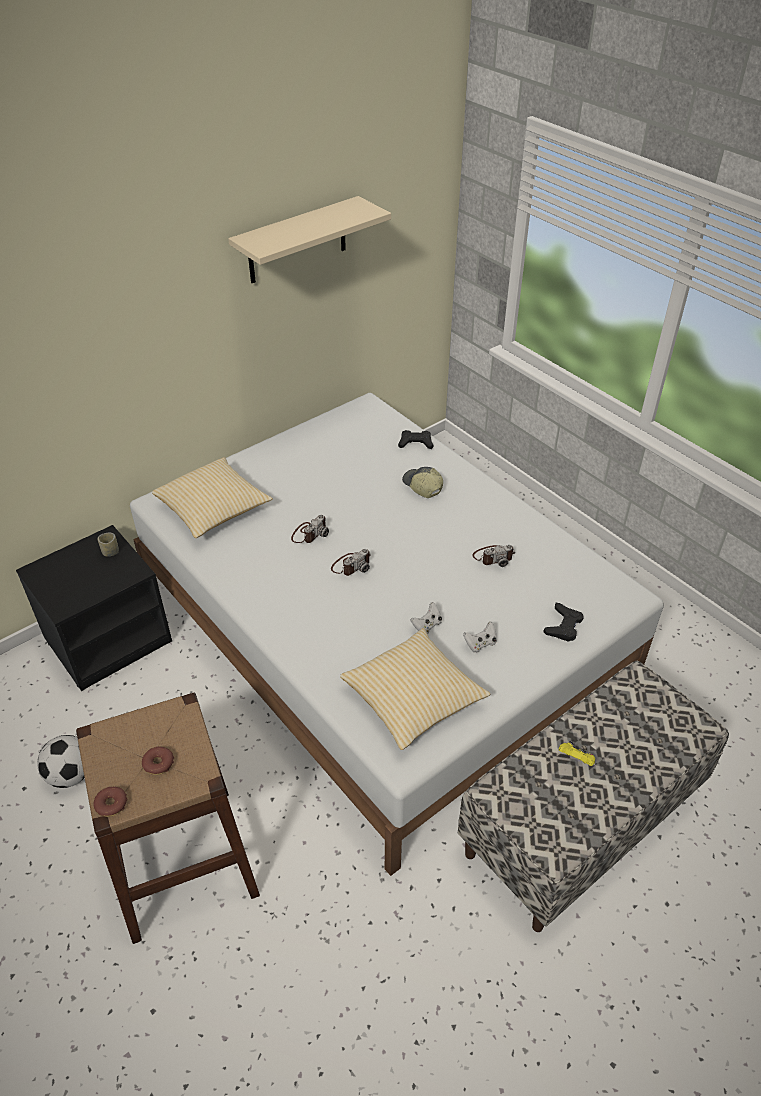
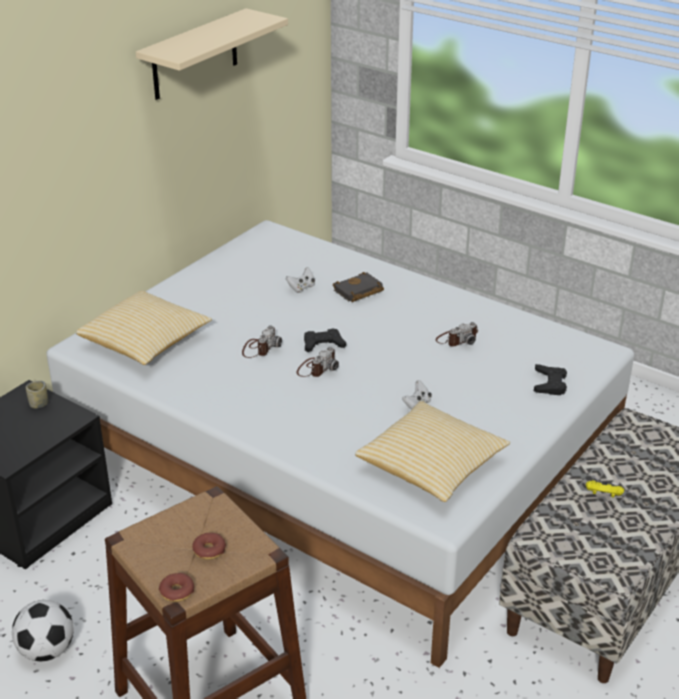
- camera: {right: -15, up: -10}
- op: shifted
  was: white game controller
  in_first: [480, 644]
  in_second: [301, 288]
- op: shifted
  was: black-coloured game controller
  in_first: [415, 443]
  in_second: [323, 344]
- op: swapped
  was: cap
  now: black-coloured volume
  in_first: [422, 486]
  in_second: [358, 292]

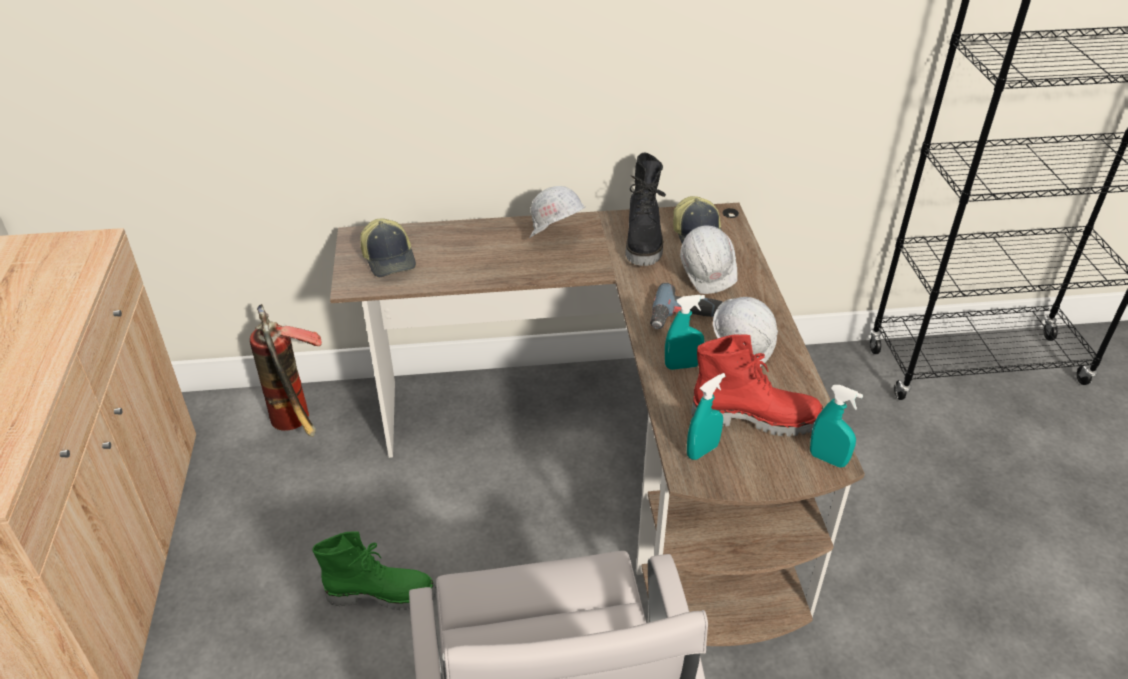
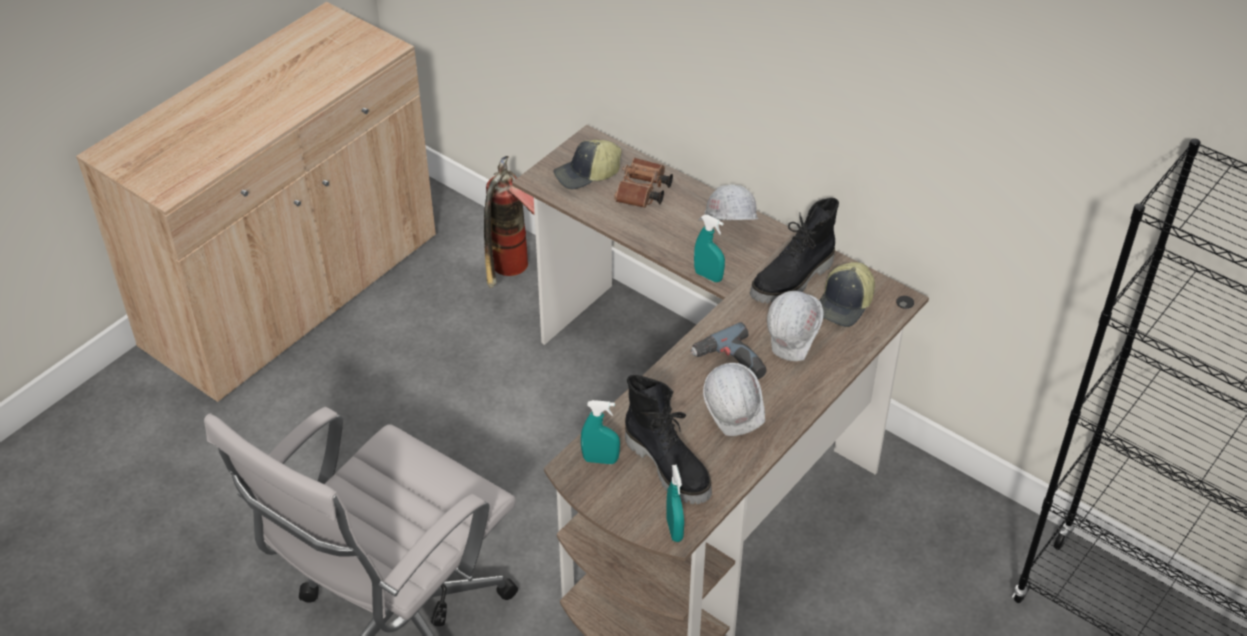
- camera: {right: 45, up: 5}
- op: rotated
  was: cap
  in_first: [390, 259]
  in_second: [587, 174]
  clockwise: 45
- op: new
  now: brown-coloured pair of binoculars
  in_second: [642, 194]
- op: repainted
  was: red high-top boot
  now: black-coloured high-top boot
  in_first: [755, 418]
  in_second: [669, 466]
- op: shifted
  was: turquoise sprayer
  in_first: [682, 366]
  in_second: [708, 276]
- op: gone
  was: green-coloured high-top boot
  in_first: [381, 593]

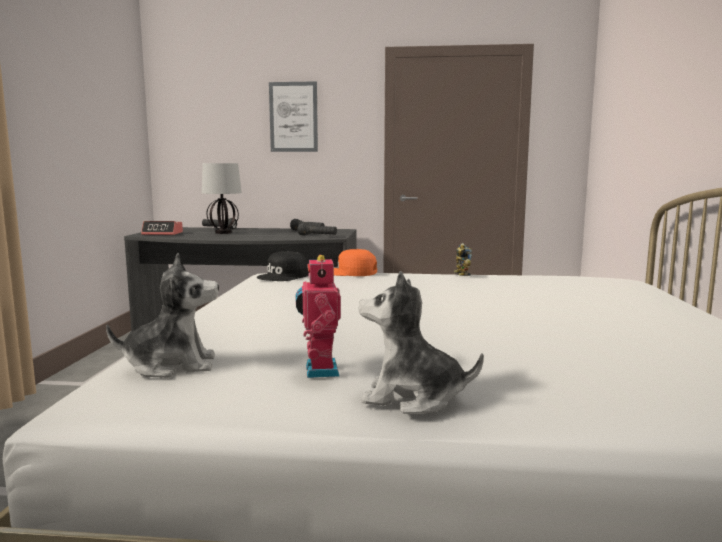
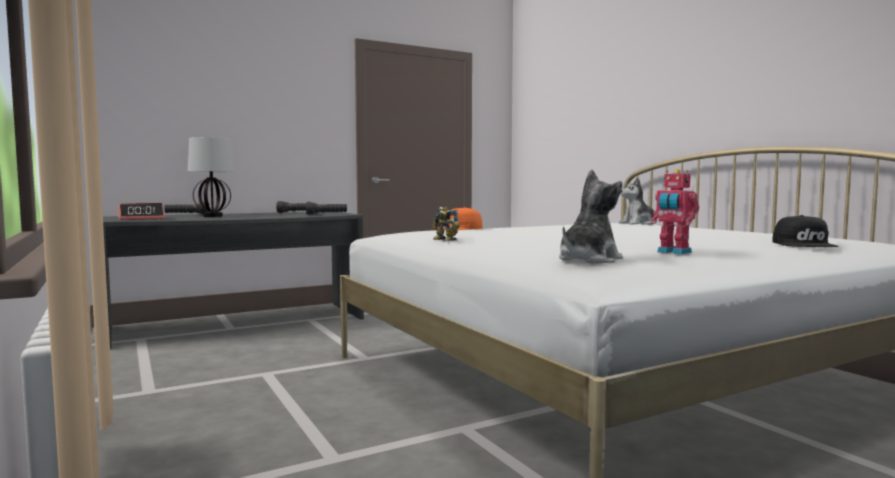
- camera: {right: -35, up: -5}
- op: shifted
  was: model robot
  in_first: [460, 274]
  in_second: [444, 240]
- op: shifted
  was: plush toy
  in_first: [412, 398]
  in_second: [638, 223]
- op: shifted
  was: black-coloured cap
  in_first: [284, 276]
  in_second: [805, 244]
- op: gone
  was: picture
  in_first: [293, 117]

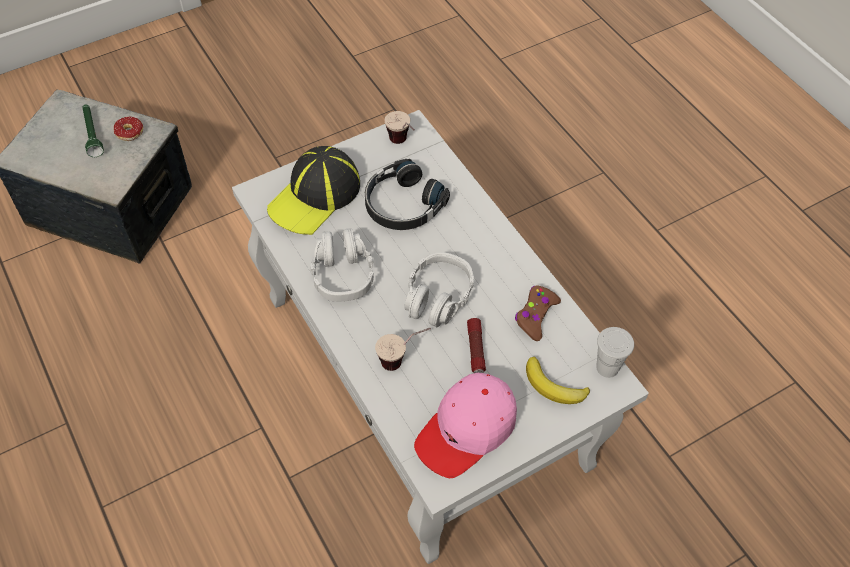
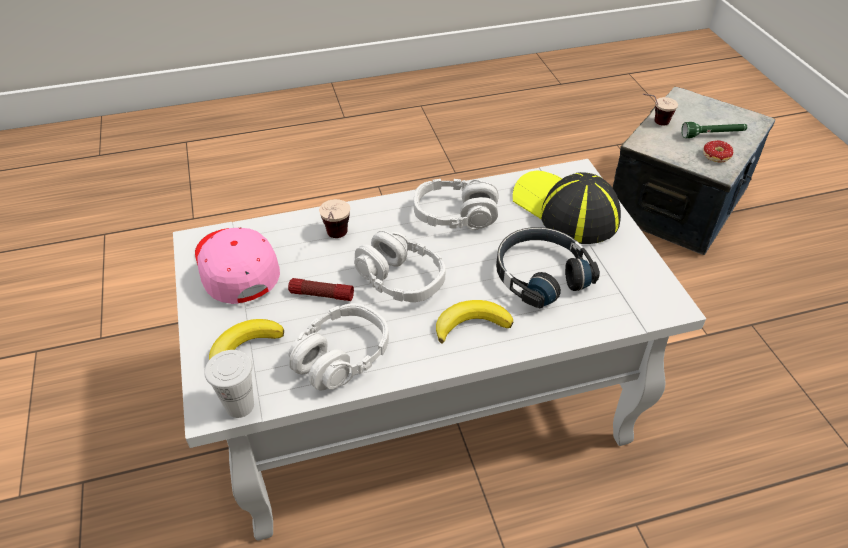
- camera: {right: 105, up: -10}
- op: swapped
  was: brown-coloured game controller
  now: gray headphones
  in_first: [535, 316]
  in_second: [341, 357]
- op: new
  now: banana
  in_second: [471, 324]
- op: shifted
  was: cup
  in_first: [402, 144]
  in_second: [653, 123]

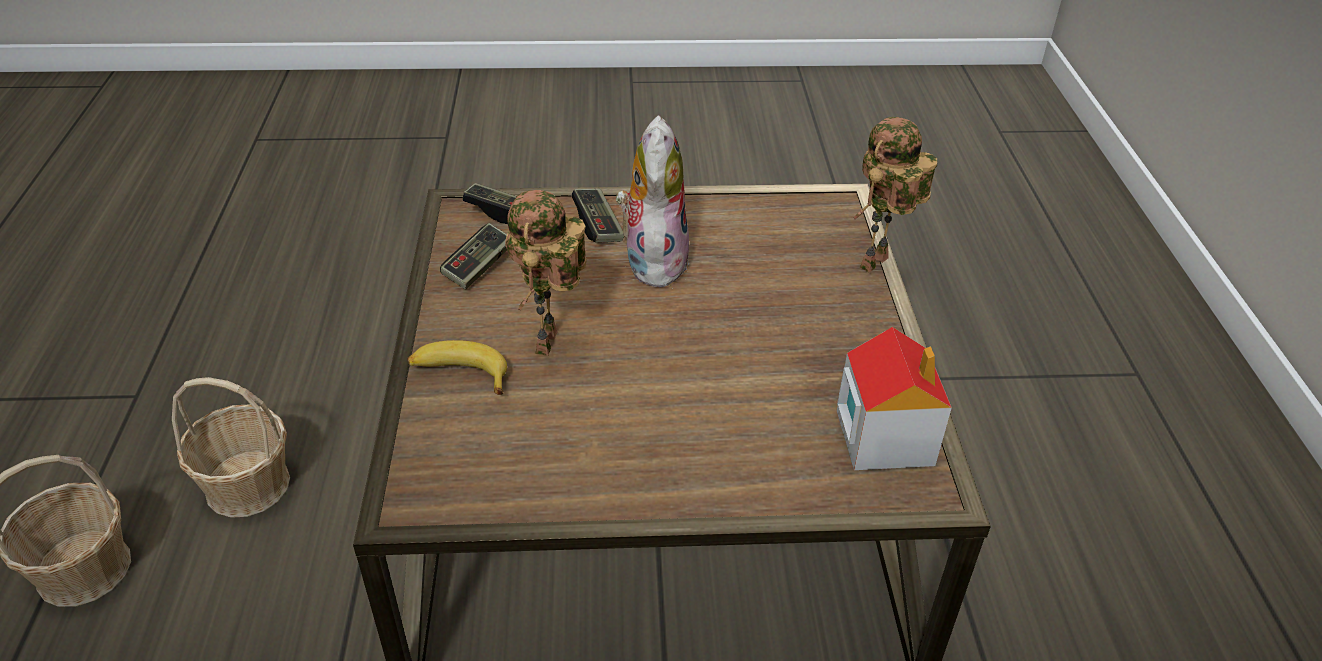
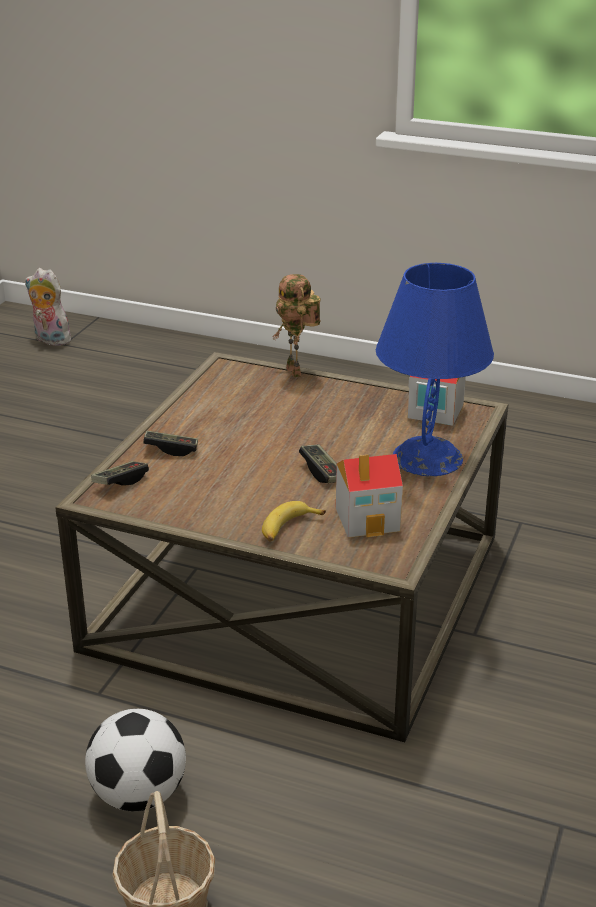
- camera: {right: -65, up: -10}
- op: shifted
  was: plush toy
  in_first: [652, 260]
  in_second: [50, 340]
- op: swapped
  was: household basket
  now: football ball
  in_first: [247, 485]
  in_second: [139, 795]
- op: shifted
  was: game controller
  in_first: [478, 266]
  in_second: [322, 472]
- op: new
  now: toy house
  in_second: [368, 519]
- op: new
  now: blue lamp for a table
  in_second: [428, 458]
- op: gone
  was: model robot
  in_first: [550, 345]

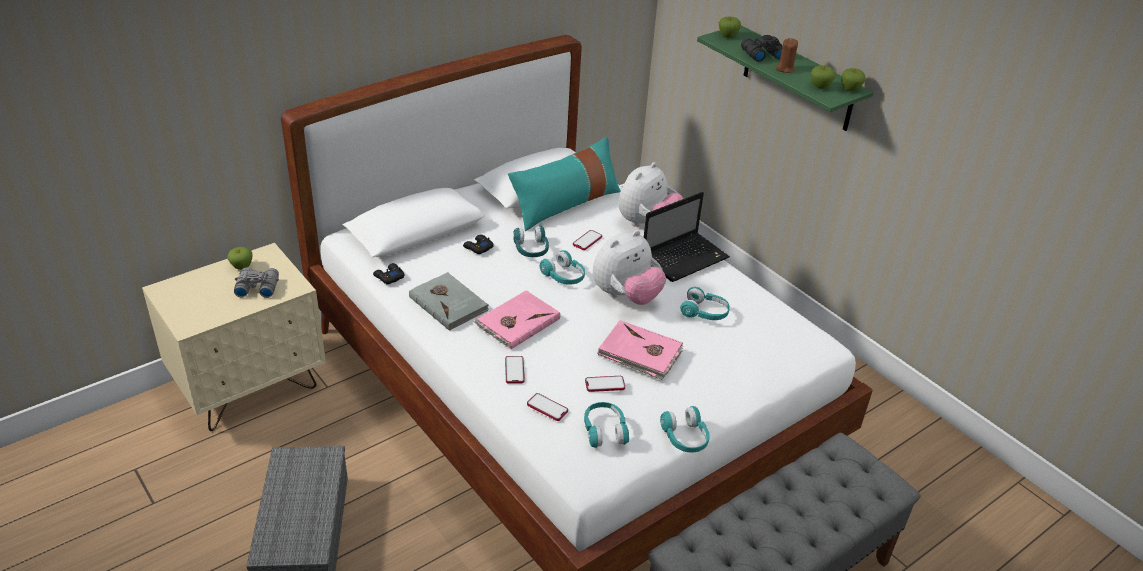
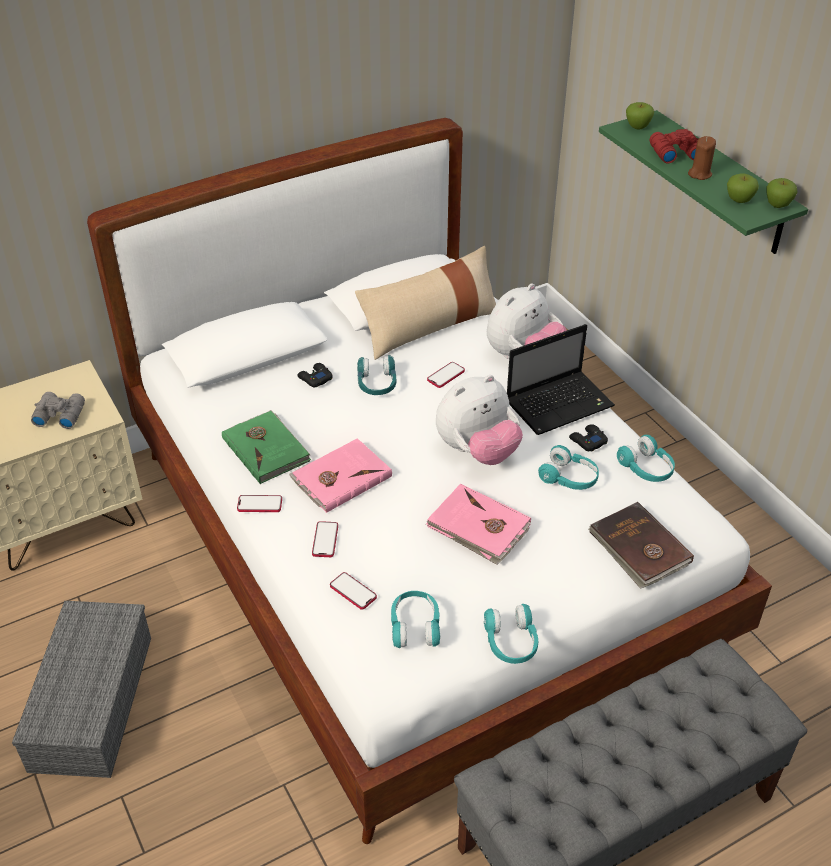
- camera: {right: 10, up: 5}
- op: repainted
  was: gray volume
  now: green-coloured volume
  in_first: [449, 303]
  in_second: [267, 448]
- op: shifted
  was: handset
  in_first: [605, 384]
  in_second: [259, 504]
- op: repainted
  was: turquoise cushion
  now: beige cushion
  in_first: [566, 204]
  in_second: [430, 326]
- op: shifted
  was: black-coloured game controller
  in_first: [389, 277]
  in_second: [587, 441]
- op: new
  now: brown-coloured volume
  in_second: [639, 548]
- op: shifted
  was: turquoise headphones
  in_first: [564, 276]
  in_second: [646, 468]
- op: repainted
  was: black-coloured pair of binoculars
  now: red pair of binoculars
  in_first: [761, 54]
  in_second: [673, 153]
- op: gone
  was: apple fruit
  in_first: [242, 267]

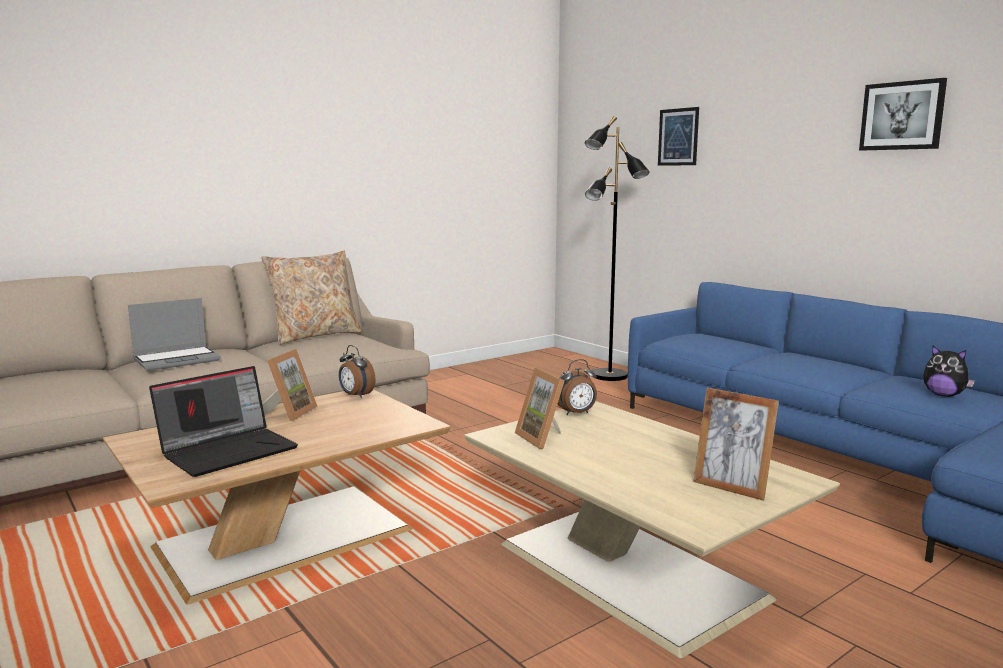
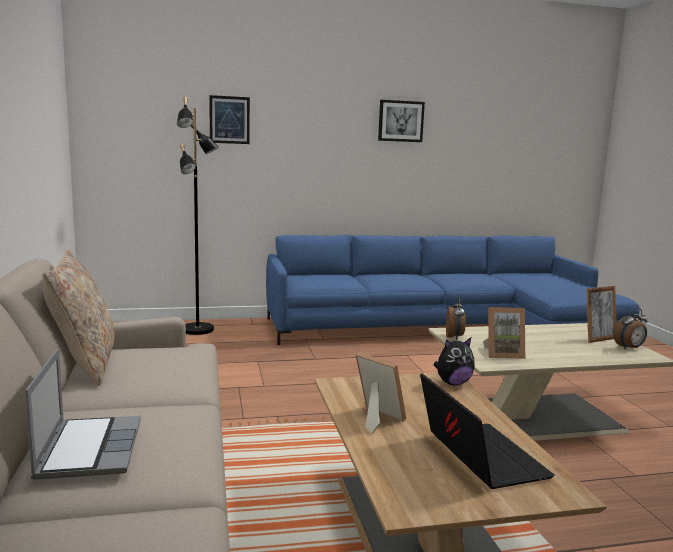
- camera: {right: -65, up: 0}
- op: shifted
  was: plush toy
  in_first: [944, 395]
  in_second: [453, 383]
- op: shifted
  was: alarm clock
  in_first: [356, 396]
  in_second: [629, 348]

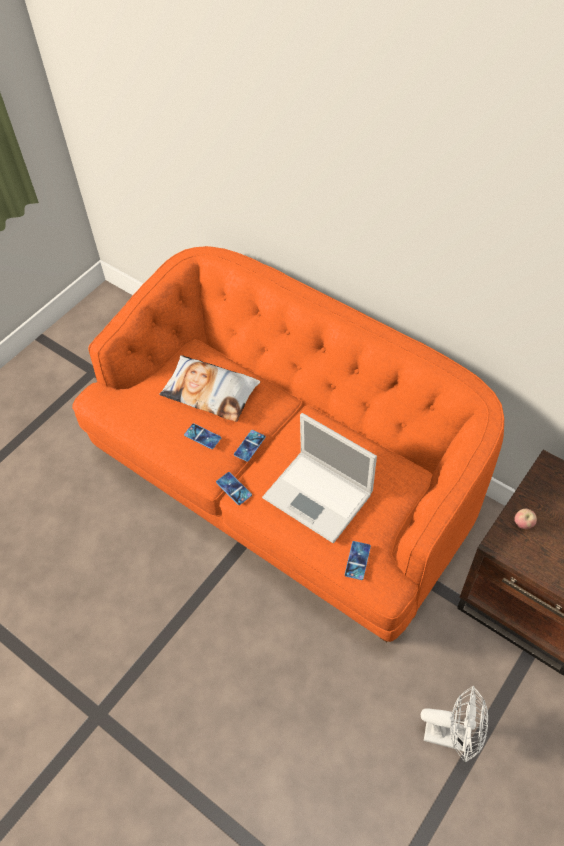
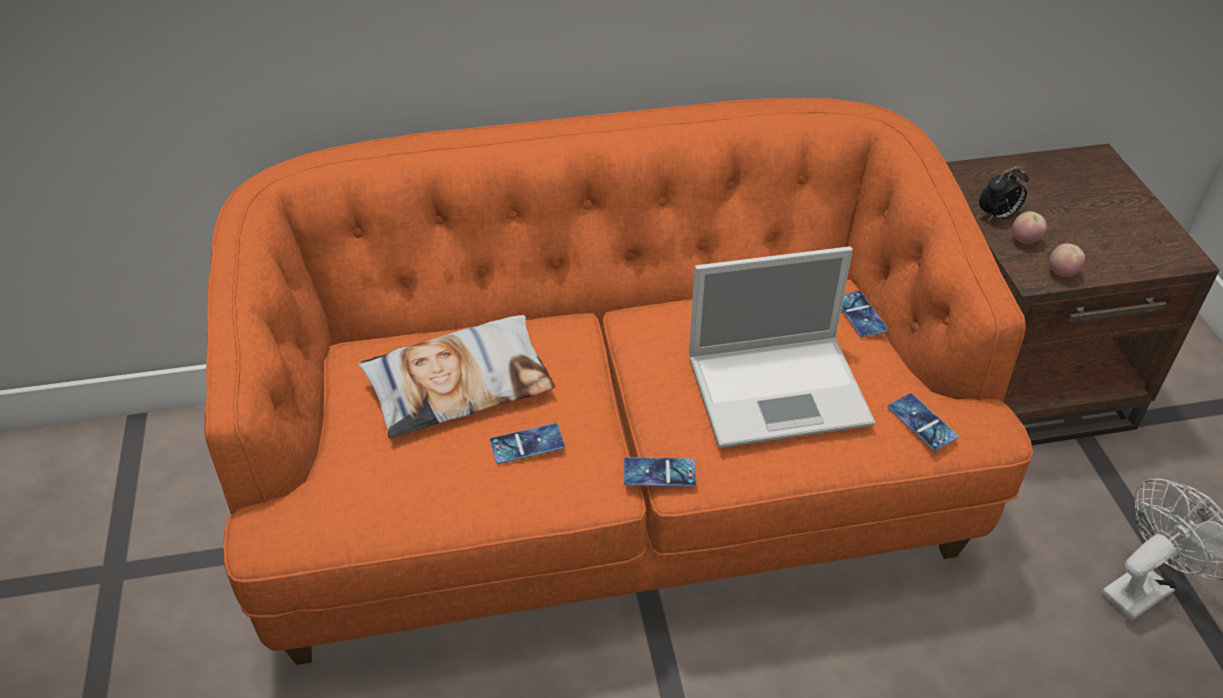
- camera: {right: -50, up: -10}
- op: shifted
  was: handset
  in_first: [249, 446]
  in_second: [860, 314]
- op: new
  now: alarm clock
  in_second: [997, 216]
- op: new
  now: apple fruit
  in_second: [1062, 273]

